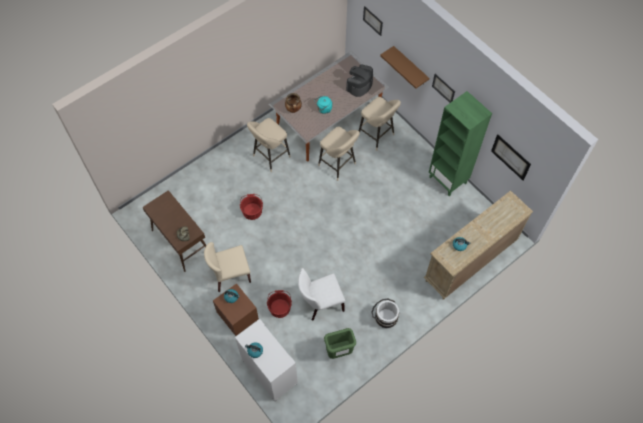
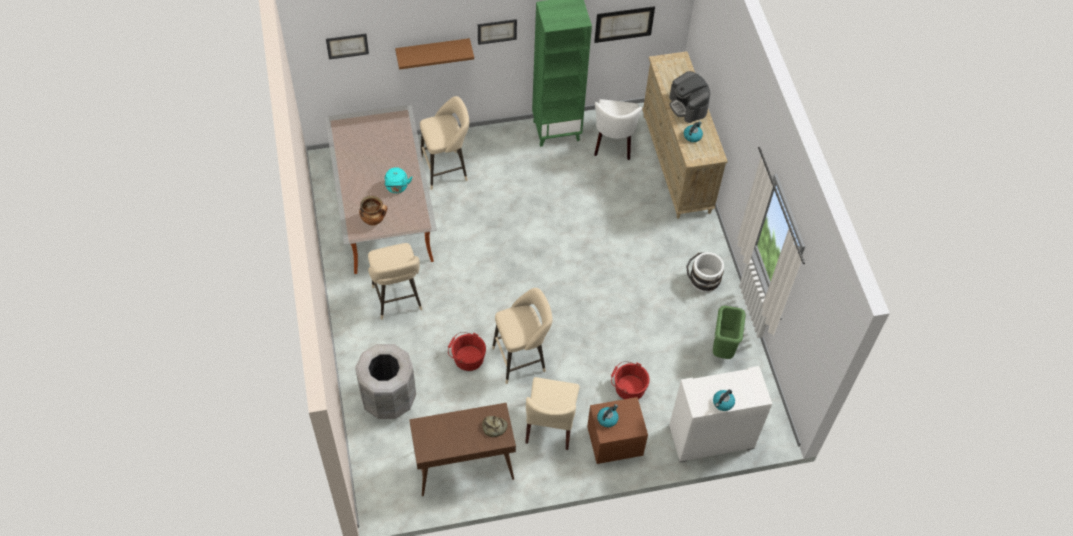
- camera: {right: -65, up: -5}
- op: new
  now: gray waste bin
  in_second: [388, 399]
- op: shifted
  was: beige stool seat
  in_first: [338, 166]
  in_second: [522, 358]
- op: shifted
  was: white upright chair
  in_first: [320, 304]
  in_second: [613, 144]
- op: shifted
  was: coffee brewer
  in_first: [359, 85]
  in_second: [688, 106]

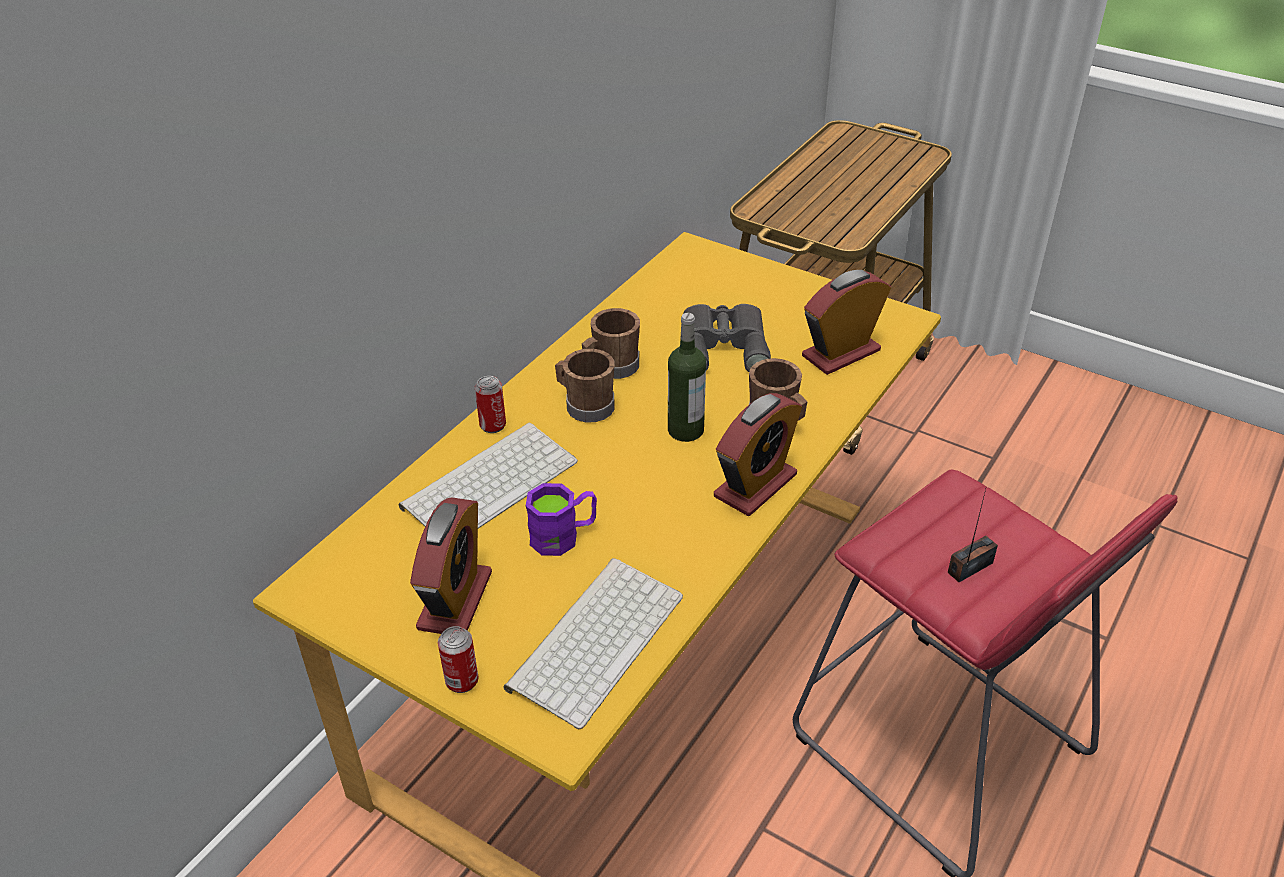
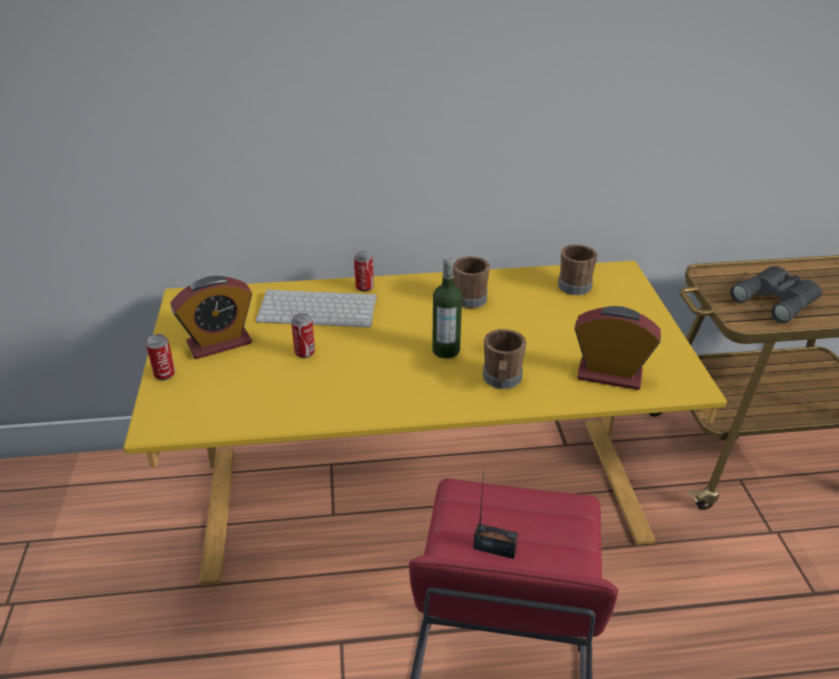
- camera: {right: 50, up: -5}
- op: swapped
  was: purple-coloured mug
  now: metal can
  in_first: [564, 536]
  in_second: [305, 352]
- op: shifted
  was: brown-coloured mug
  in_first: [585, 406]
  in_second: [573, 284]
- op: shifted
  was: gray pair of binoculars
  in_first: [724, 344]
  in_second: [777, 299]
- op: gone
  was: PC keyboard
  in_first: [595, 638]
- op: gone
  was: alarm clock
  in_first: [755, 486]

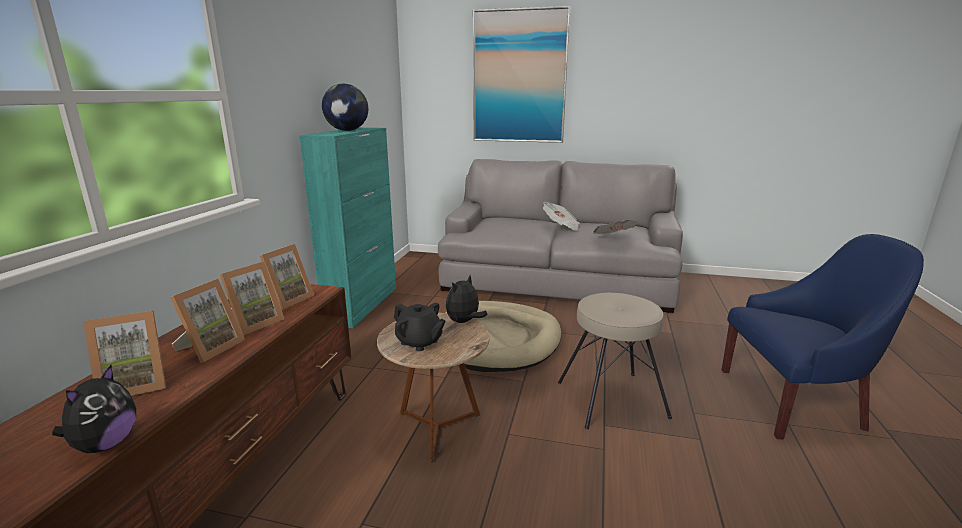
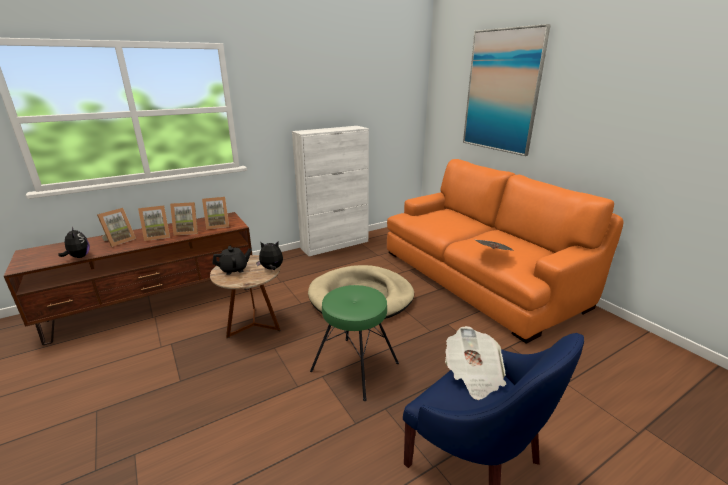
- camera: {right: 45, up: 5}
- op: rotated
  was: plush toy
  in_first: [105, 444]
  in_second: [79, 257]
  clockwise: -90
- op: rotated
  was: photo frame
  in_first: [136, 384]
  in_second: [119, 241]
  clockwise: -75
- op: rotated
  was: black-coloured pot for tea
  in_first: [419, 342]
  in_second: [234, 269]
  clockwise: -105
- op: repainted
  was: turquoise cupboard
  now: white cupboard
  in_first: [362, 304]
  in_second: [335, 245]
- op: repainted
  was: beige stool seat
  now: green-coloured stool seat
  in_first: [610, 398]
  in_second: [355, 366]
- op: repainted
  was: gray sofa
  now: orange sofa
  in_first: [556, 281]
  in_second: [478, 278]
- op: shifted
  was: daily paper
  in_first: [561, 226]
  in_second: [473, 375]
- op: gone
  was: desk globe
  in_first: [347, 130]

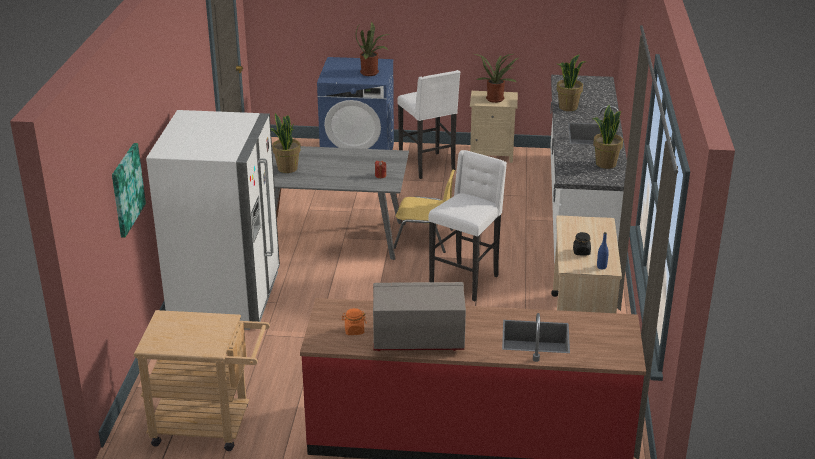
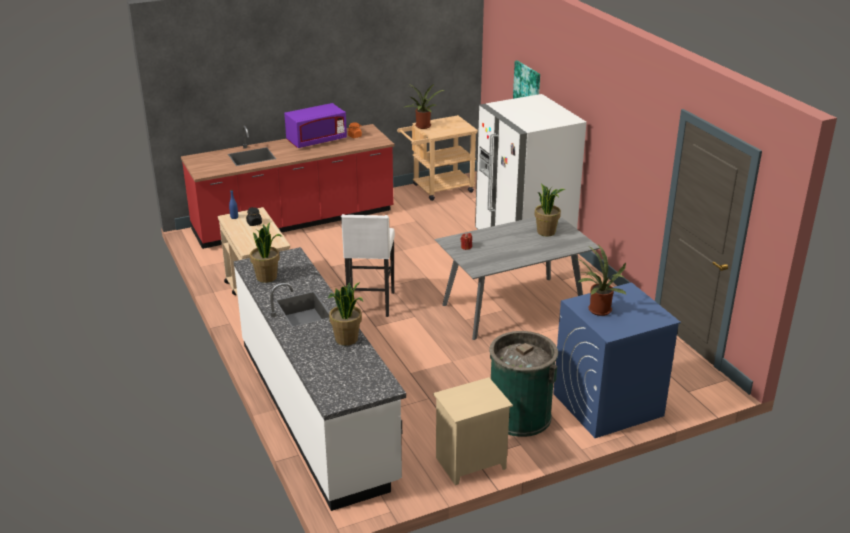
- camera: {right: 150, up: 0}
- op: repainted
  was: gray microwave
  now: purple-coloured microwave
  in_first: [418, 339]
  in_second: [316, 141]
- op: shifted
  was: potted plant
  in_first: [496, 98]
  in_second: [423, 127]
- op: swapped
  was: white stool seat
  now: green-coloured waste bin
  in_first: [428, 166]
  in_second: [519, 416]
- op: gone
  was: yellow upright chair
  in_first: [424, 239]

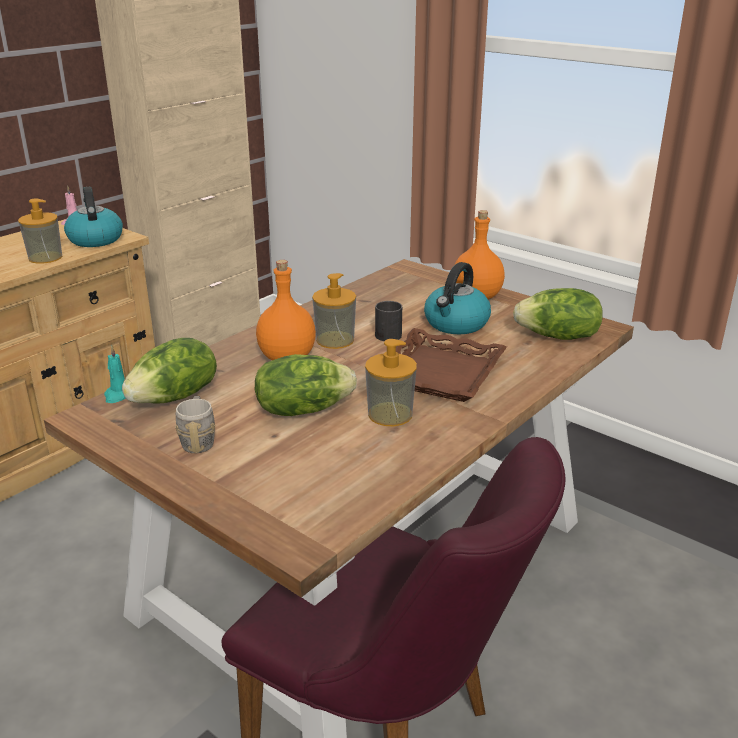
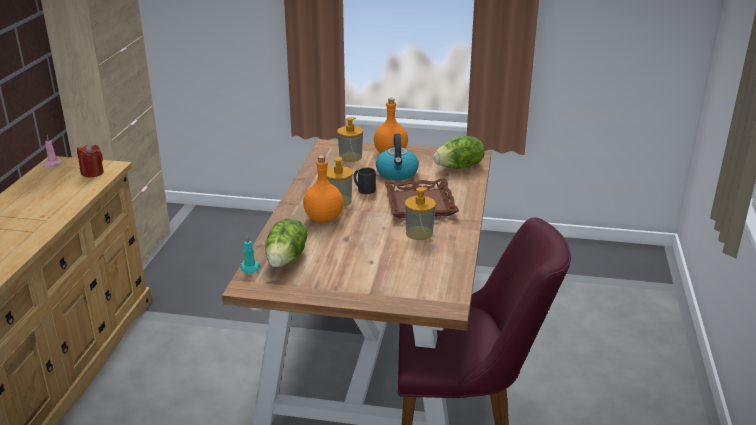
- camera: {right: -30, up: 0}
- op: swapped
  was: water kettle
  now: red wax candle
  in_first: [95, 239]
  in_second: [92, 173]
- op: shifted
  was: soap dispenser
  in_first: [45, 257]
  in_second: [350, 157]
- op: gone
  was: gray mug
  in_first: [198, 440]
- op: gone
  was: lettuce
  in_first: [302, 409]

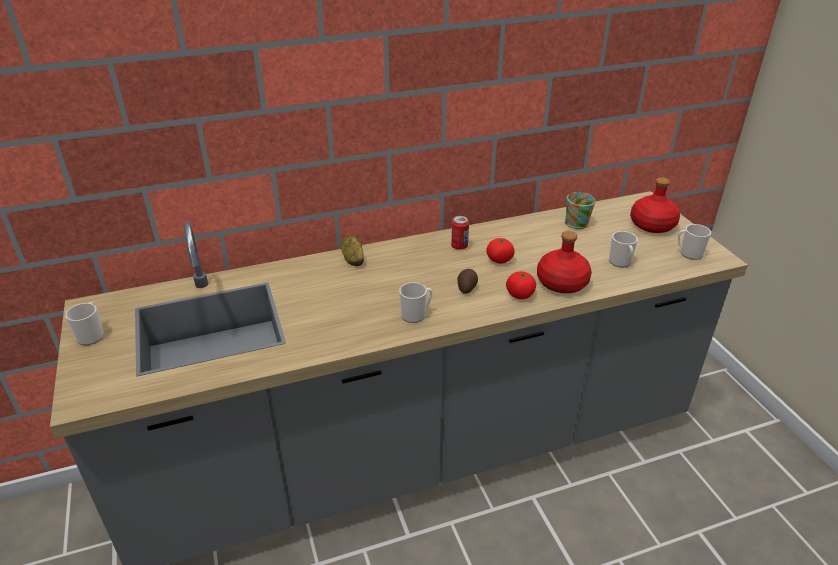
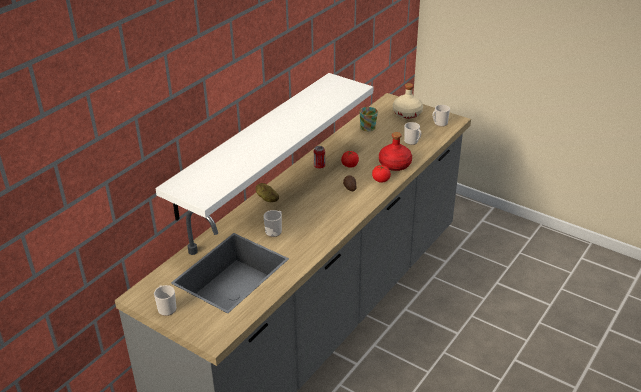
- camera: {right: -35, up: 0}
- op: new
  now: white bracket shelf
  in_second: [253, 143]
- op: shifted
  was: mug
  in_first: [416, 314]
  in_second: [274, 231]
- op: repainted
  was: red bottle
  now: beige bottle
  in_first: [652, 225]
  in_second: [407, 113]

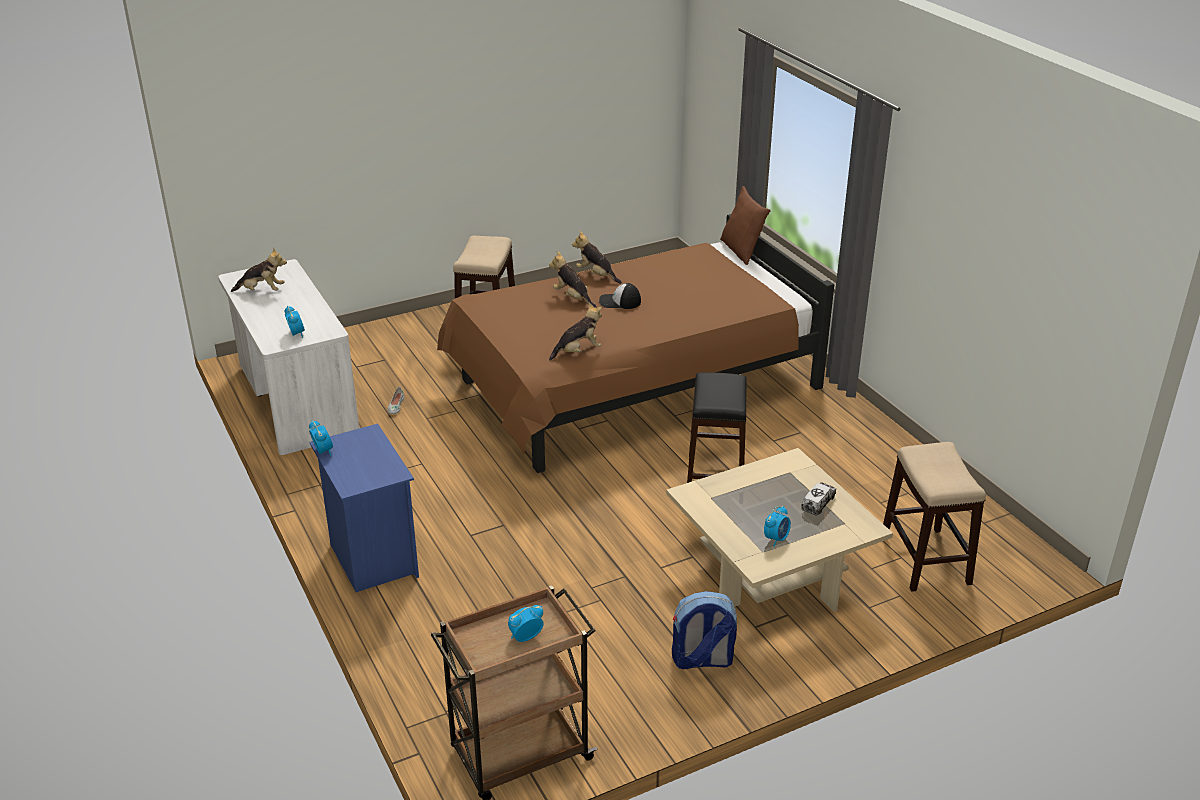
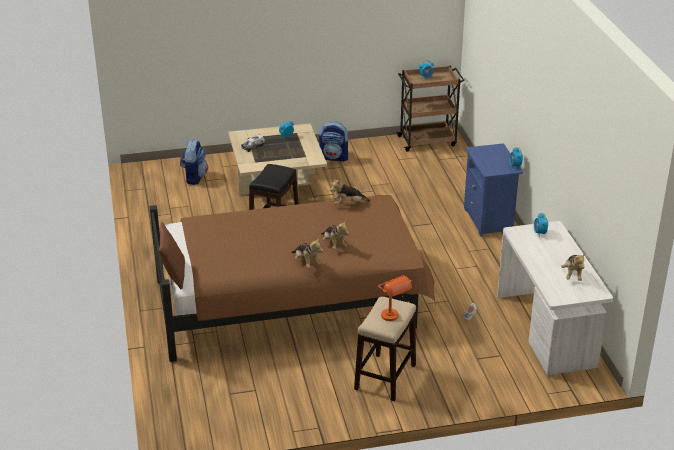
- camera: {right: -165, up: 0}
- op: swapped
  was: stool seat
  now: knapsack
  in_first: [925, 560]
  in_second: [194, 177]
- op: new
  now: orange lamp for a table
  in_second: [394, 318]
- op: rotated
  was: plush toy
  in_first: [262, 291]
  in_second: [572, 275]
  clockwise: -105
- op: gone
  was: cap
  in_first: [619, 302]

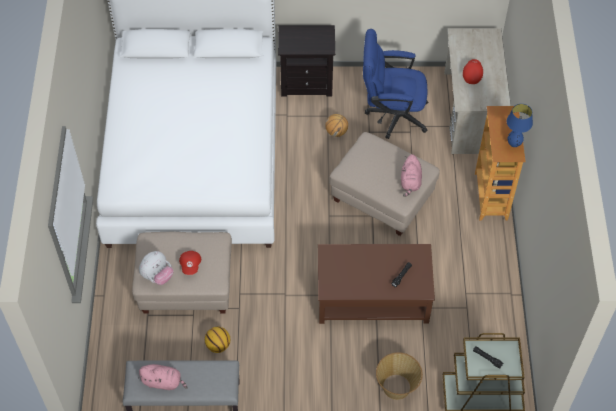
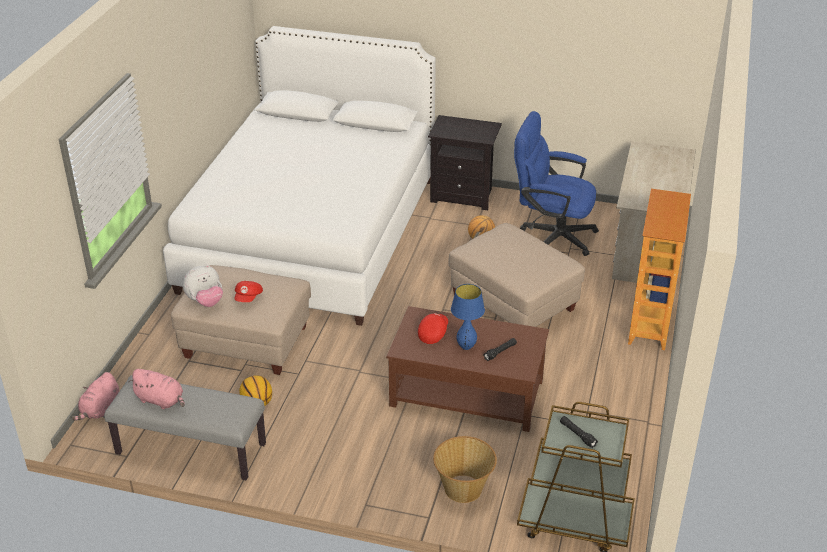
- camera: {right: 15, up: -20}
- op: shifted
  was: pink-coloured plush toy
  in_first: [410, 182]
  in_second: [100, 409]
- op: shifted
  was: red cap
  in_first: [472, 74]
  in_second: [433, 333]
- op: shifted
  was: blue lamp for a table
  in_first: [514, 144]
  in_second: [466, 347]

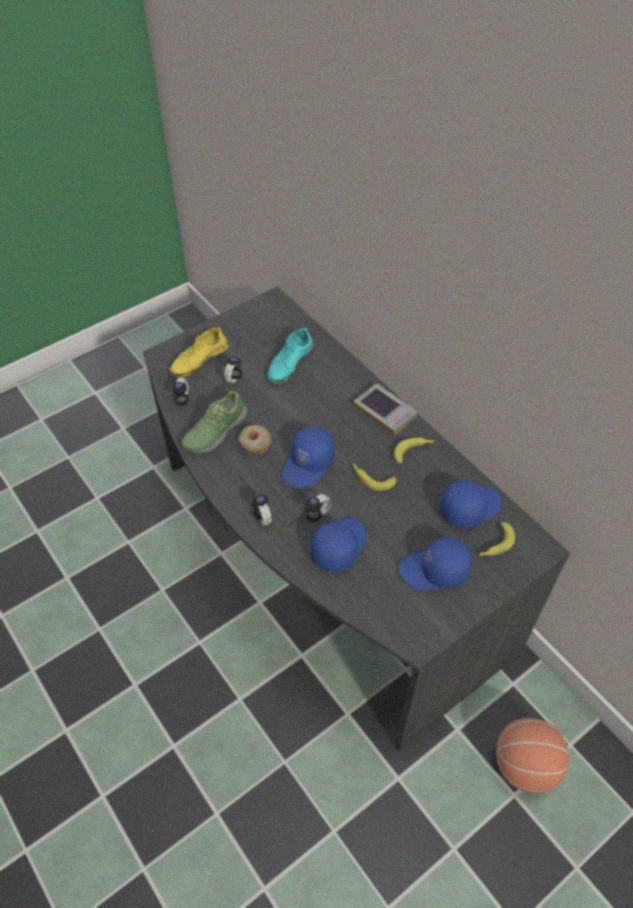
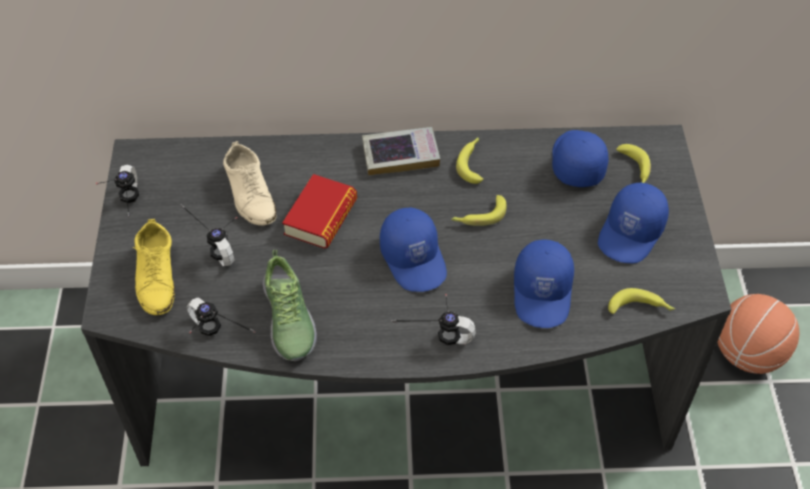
- camera: {right: -55, up: 0}
- op: shifted
  was: headphones
  in_first: [301, 518]
  in_second: [121, 208]
- op: repainted
  was: turquoise low shoe
  now: beige low shoe
  in_first: [290, 362]
  in_second: [250, 194]
- op: new
  now: volume
  in_second: [321, 217]
- op: rotated
  was: blue cap
  in_first: [338, 546]
  in_second: [543, 293]
  clockwise: -150
- op: new
  now: banana
  in_second: [640, 308]
- op: gone
  was: donut
  in_first: [255, 443]

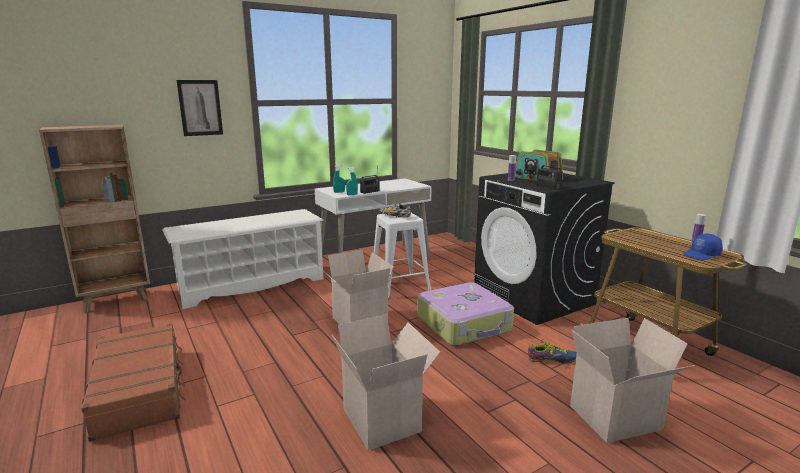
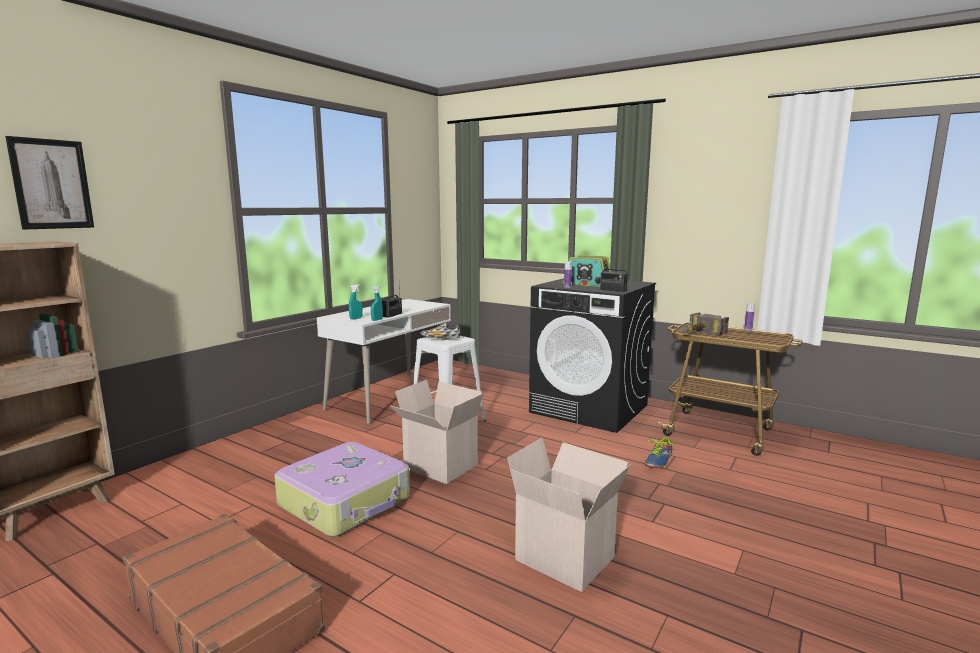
- camera: {right: -25, up: -5}
- op: shifted
  was: picture
  in_first: [200, 108]
  in_second: [51, 184]
- op: shifted
  was: piece of luggage
  in_first: [464, 324]
  in_second: [346, 502]
- op: rotated
  was: low shoe
  in_first: [552, 359]
  in_second: [659, 460]
  clockwise: 150
- op: new
  now: hammer
  in_second: [697, 334]
- op: gone
  was: white shoe shelf
  in_first: [252, 285]
- op: gone
  was: carton
  in_first: [615, 419]
- op: gone
  was: blue cap
  in_first: [701, 255]

